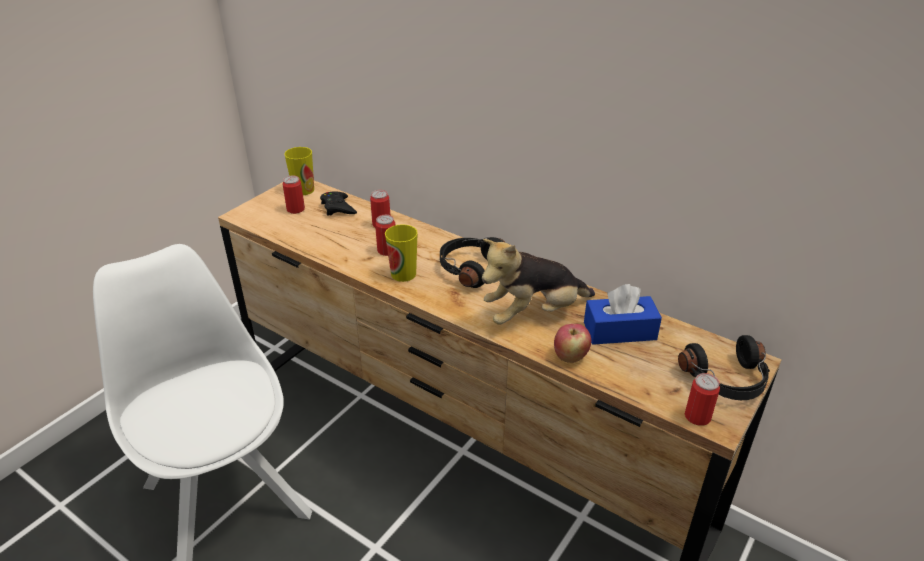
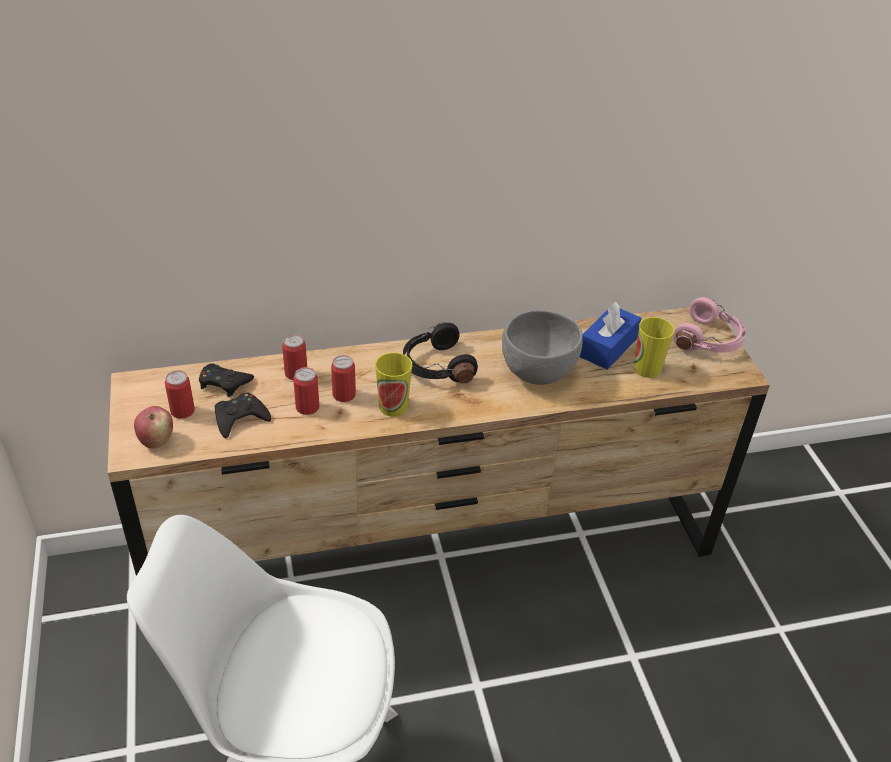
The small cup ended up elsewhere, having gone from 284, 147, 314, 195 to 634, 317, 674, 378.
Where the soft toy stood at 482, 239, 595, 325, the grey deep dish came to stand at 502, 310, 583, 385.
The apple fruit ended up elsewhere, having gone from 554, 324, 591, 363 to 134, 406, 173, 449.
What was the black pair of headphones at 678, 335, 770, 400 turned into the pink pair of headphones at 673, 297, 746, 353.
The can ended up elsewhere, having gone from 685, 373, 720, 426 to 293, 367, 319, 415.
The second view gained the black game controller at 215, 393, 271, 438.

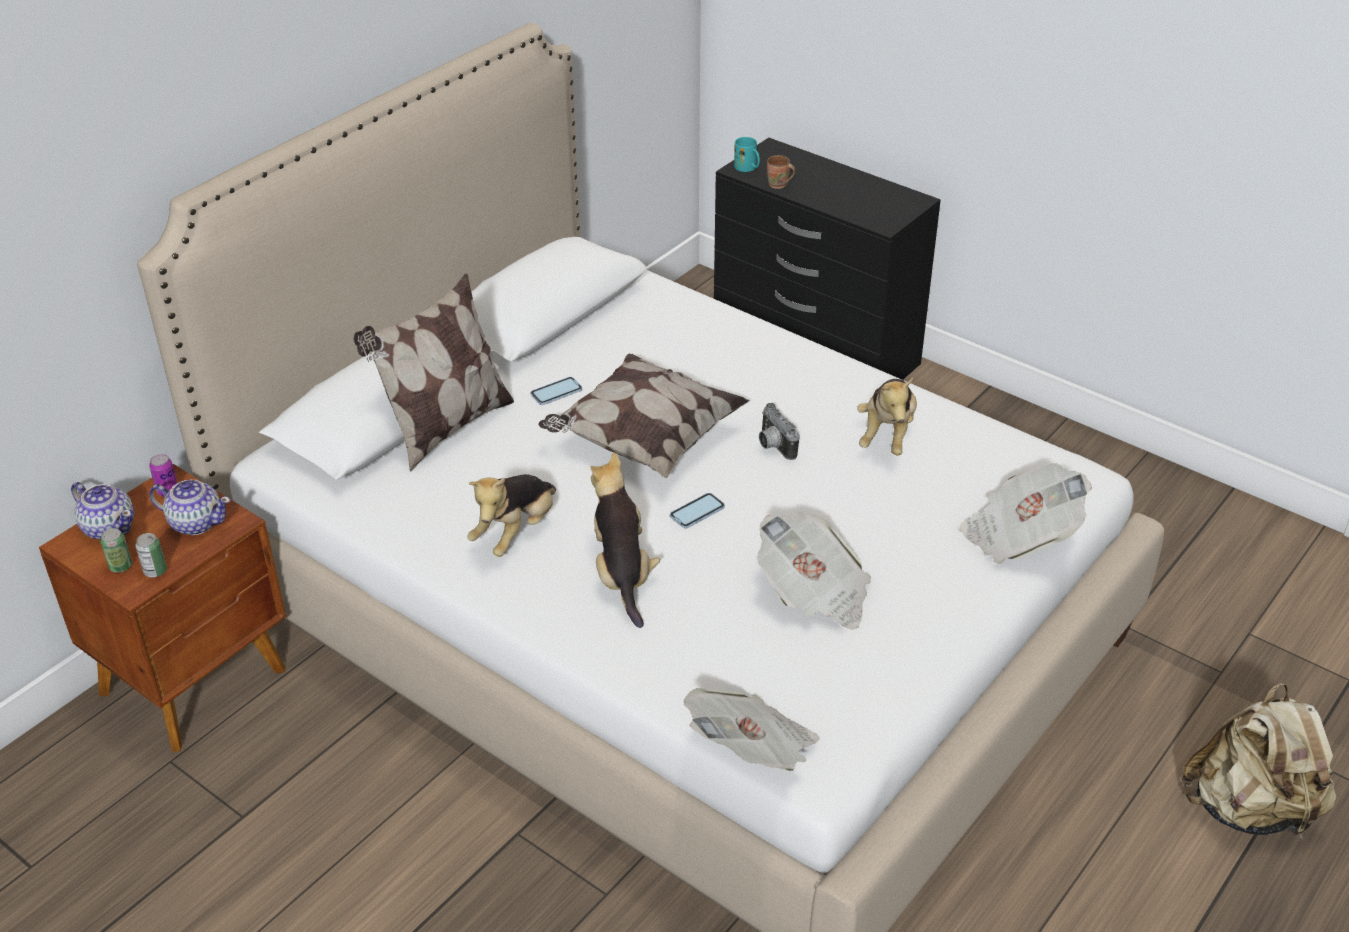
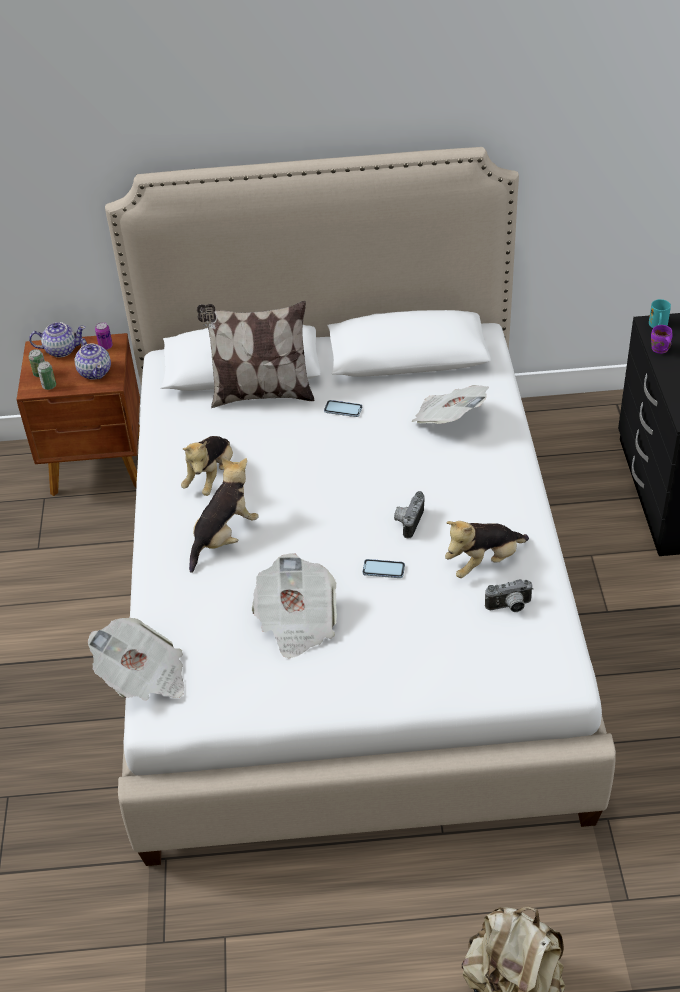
The tea pot at 71, 482, 134, 540 ended up facing another way, 90 degrees counterclockwise from before.
The soft toy at 467, 474, 556, 557 ended up facing another way, 60 degrees counterclockwise from before.
The second view lost the throw pillow at 538, 354, 749, 479.
The handset ended up elsewhere, having gone from 670, 493, 725, 528 to 362, 559, 405, 578.
What was the brown mug at 767, 155, 796, 189 turned into the purple-coloured mug at 651, 325, 672, 354.
The newspaper ended up elsewhere, having gone from 960, 463, 1092, 564 to 411, 385, 489, 424.
The second view gained the still camera at 485, 579, 533, 612.

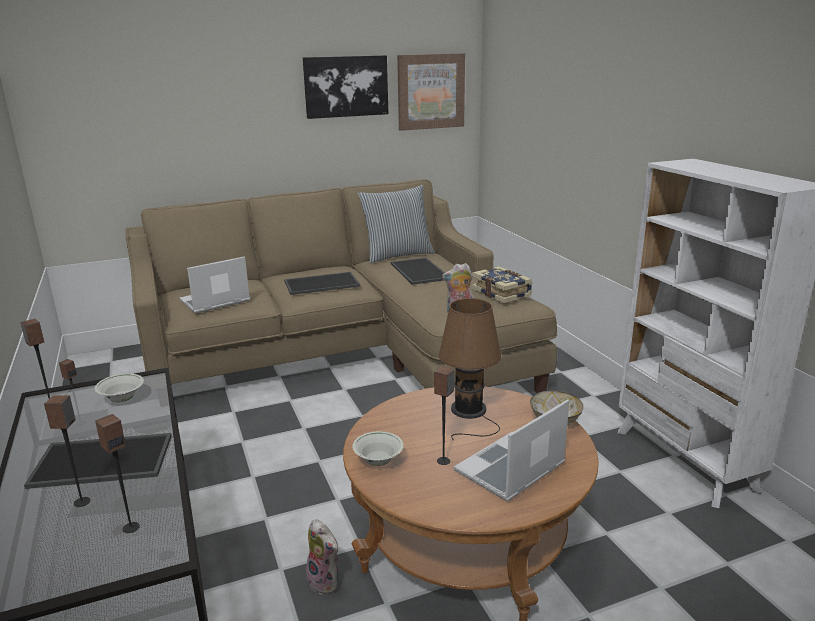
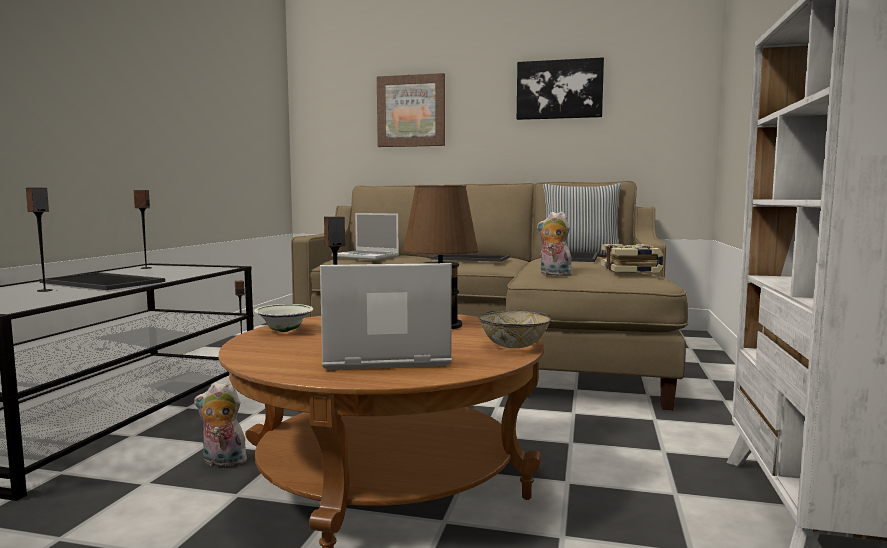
The second view lost the whitish deep dish at 94, 373, 144, 402.
The second view lost the speaker at 95, 414, 140, 533.
The notebook computer at 179, 256, 250, 313 ended up facing another way, 150 degrees counterclockwise from before.
The soft toy at 306, 519, 339, 595 ended up facing another way, 105 degrees clockwise from before.
The picture ended up elsewhere, having gone from 397, 53, 465, 131 to 377, 73, 445, 147.

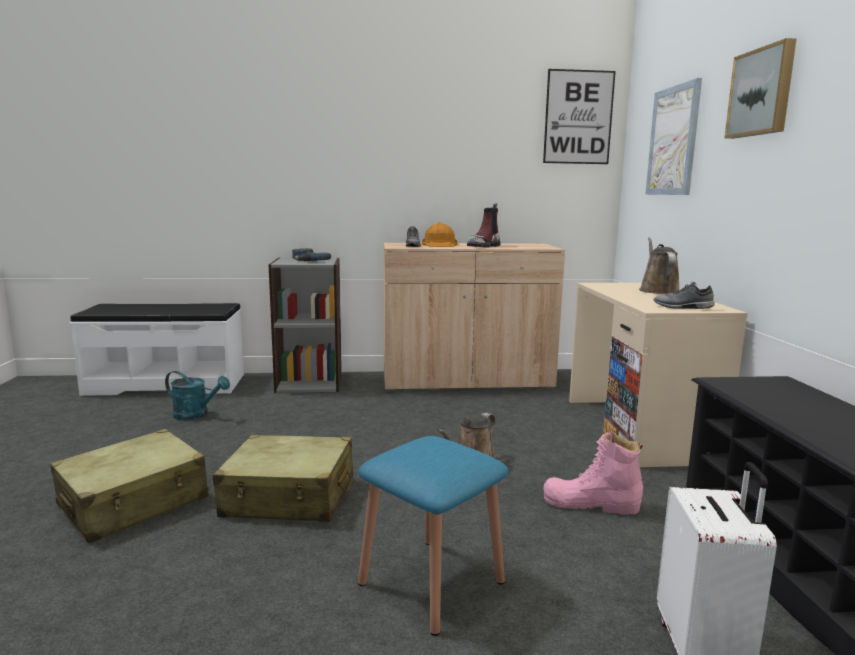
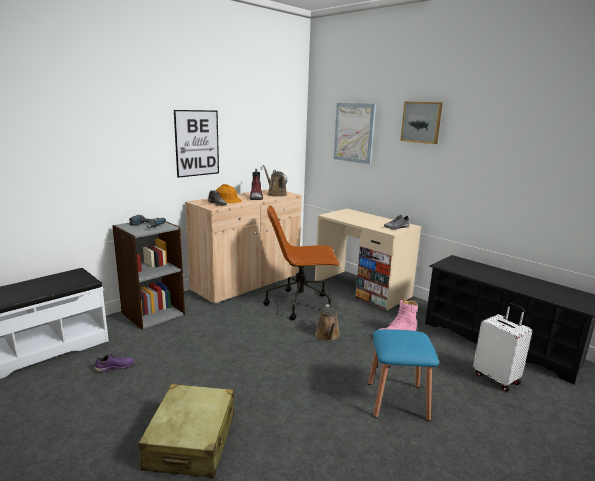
Where the blue-green watering can stood at 165, 371, 230, 420, the purple-coloured shoe came to stand at 95, 353, 135, 372.
The second view lost the beige-coloured piece of luggage at 213, 435, 353, 522.
The picture ended up elsewhere, having gone from 543, 69, 616, 164 to 174, 110, 219, 178.
The brown watering can ended up elsewhere, having gone from 639, 237, 679, 294 to 263, 165, 288, 197.
The second view gained the brown desk chair at 263, 205, 340, 320.

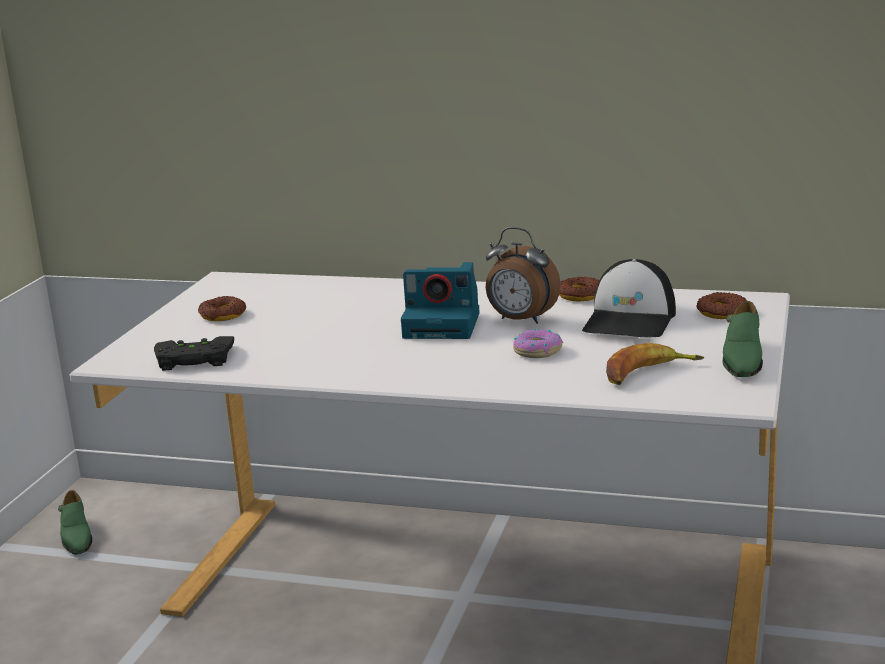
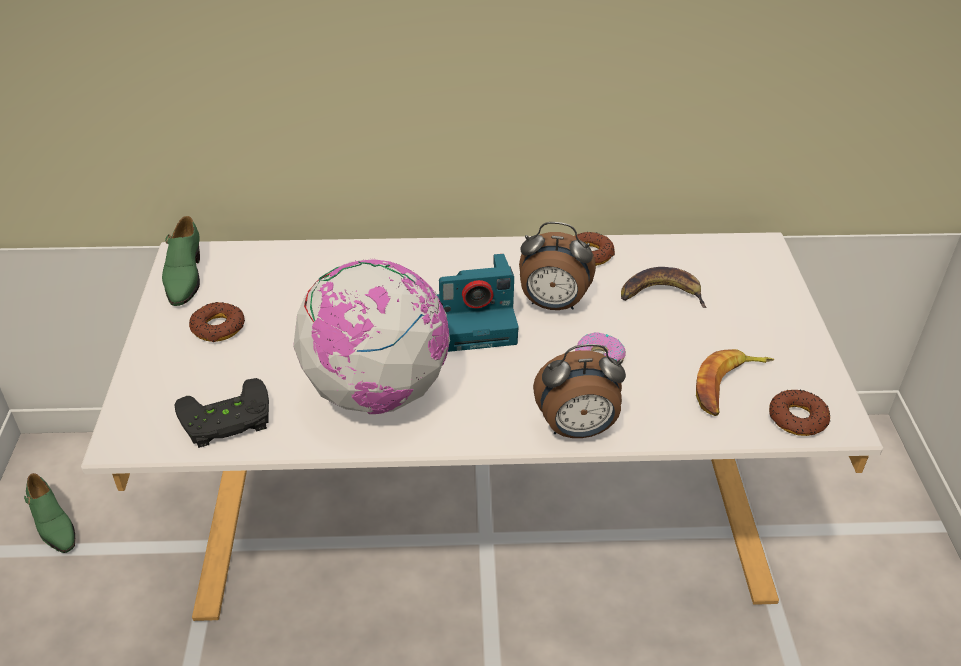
Where the peaked cap stood at 582, 259, 676, 337, the banana fruit came to stand at 621, 267, 707, 308.
The doughnut ended up elsewhere, having gone from 696, 292, 747, 319 to 769, 390, 830, 436.
The green shoe ended up elsewhere, having gone from 723, 301, 763, 377 to 162, 216, 200, 306.
The second view gained the world globe at 293, 259, 450, 414.
The second view gained the table clock at 533, 344, 626, 438.

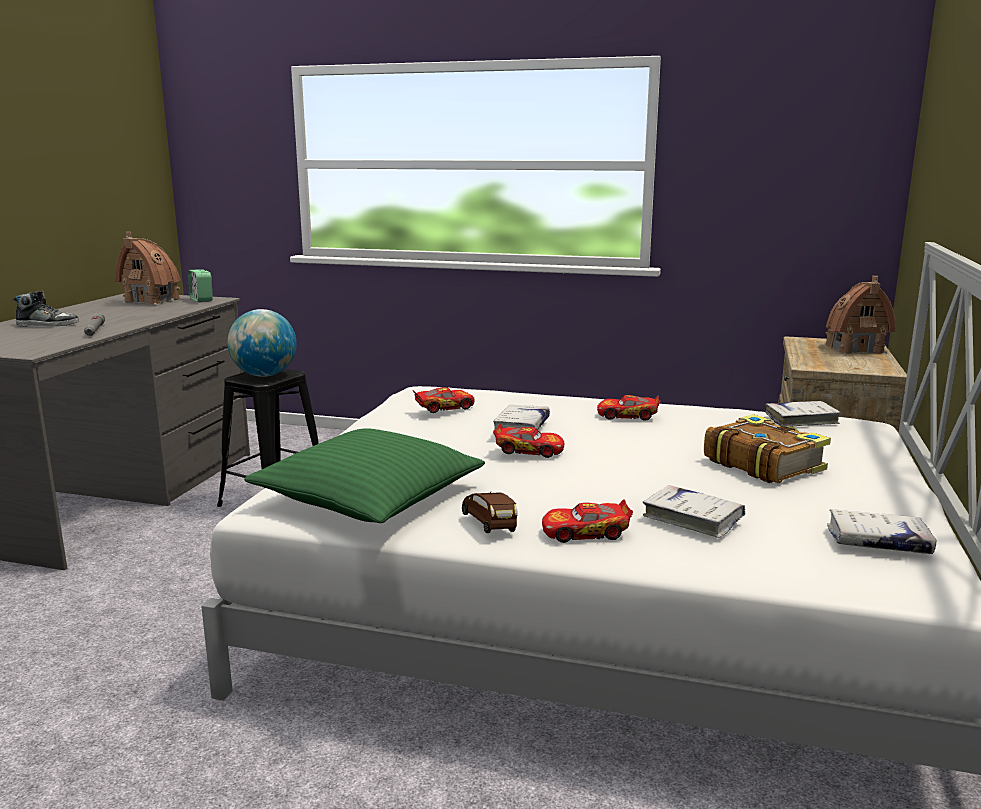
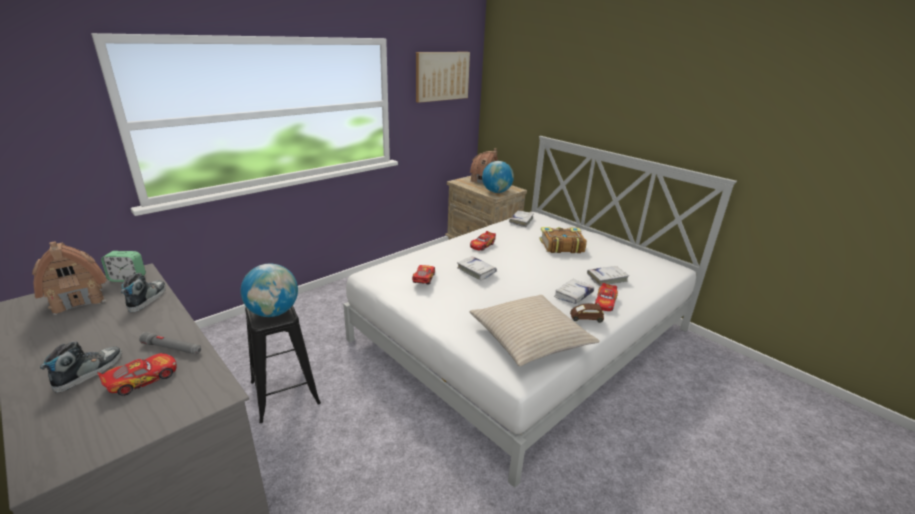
What was the green throw pillow at 244, 428, 485, 523 turned into the beige-coloured throw pillow at 470, 295, 599, 367.
The model car ended up elsewhere, having gone from 493, 424, 564, 458 to 97, 353, 177, 396.
The whitish book ended up elsewhere, having gone from 827, 509, 937, 554 to 554, 279, 594, 304.
The second view gained the shoe at 121, 273, 166, 312.
The second view gained the picture at 416, 52, 470, 103.
The second view gained the world globe at 482, 161, 514, 193.

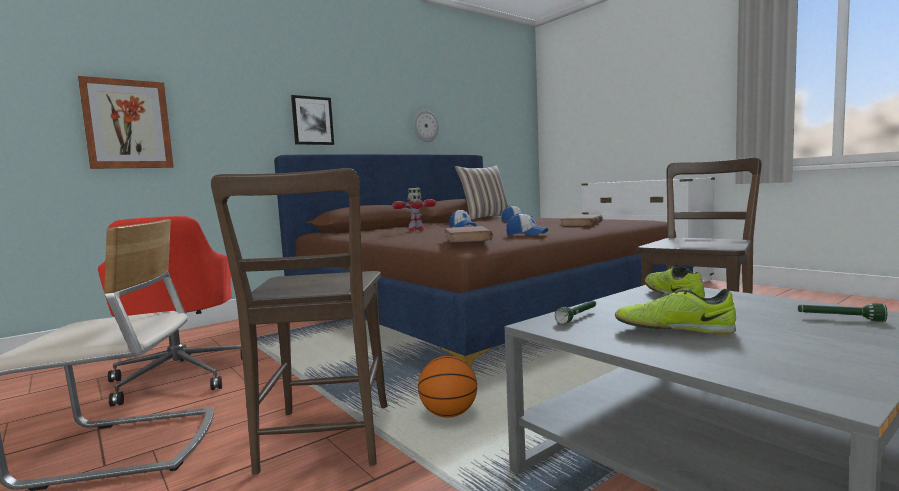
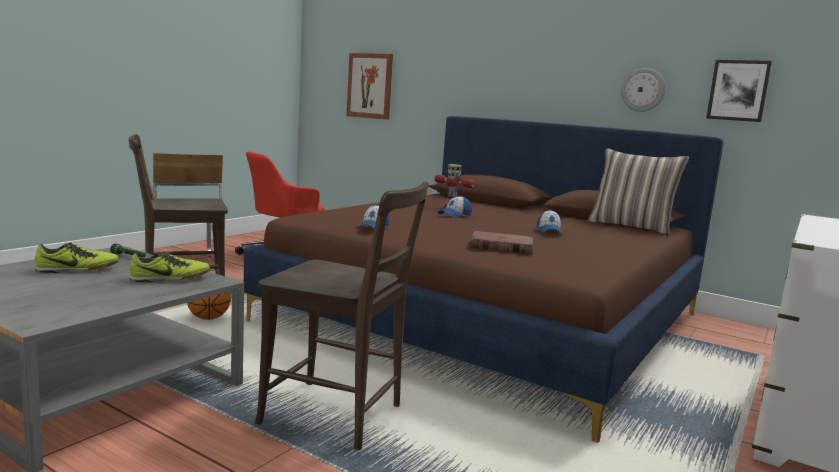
The picture ended up elsewhere, having gone from 291, 95, 334, 145 to 706, 60, 772, 122.
The second view lost the brown book at 445, 226, 493, 242.
The shoe at 615, 288, 736, 335 ended up facing another way, 75 degrees clockwise from before.
The second view lost the green hand torch at 798, 303, 887, 322.

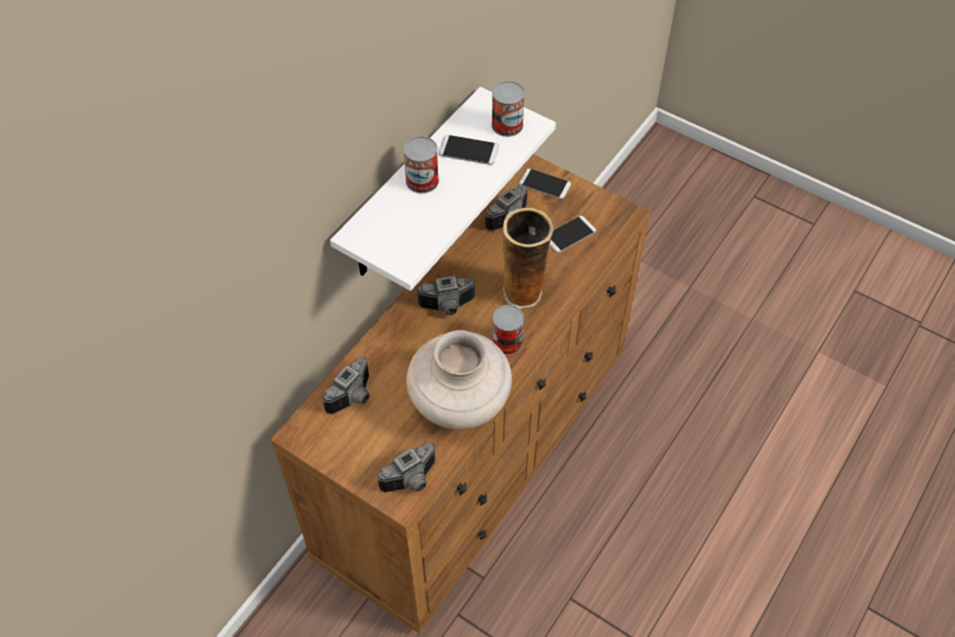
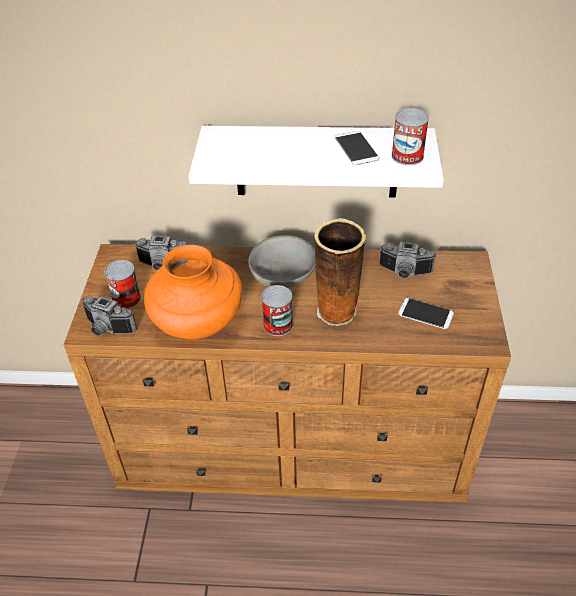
The can ended up elsewhere, having gone from 403, 136, 439, 193 to 104, 260, 141, 309.
What was the beige-coloured flower vase at 406, 330, 512, 429 turned into the orangey flower vase at 144, 245, 242, 339.
Where the still camera stood at 416, 276, 476, 315, the grey deep dish came to stand at 248, 235, 316, 288.
The second view lost the handset at 519, 168, 571, 199.

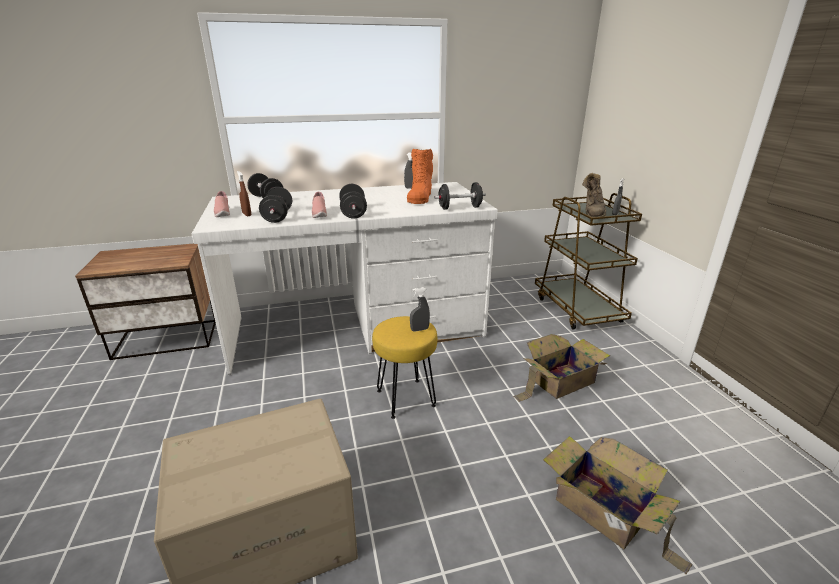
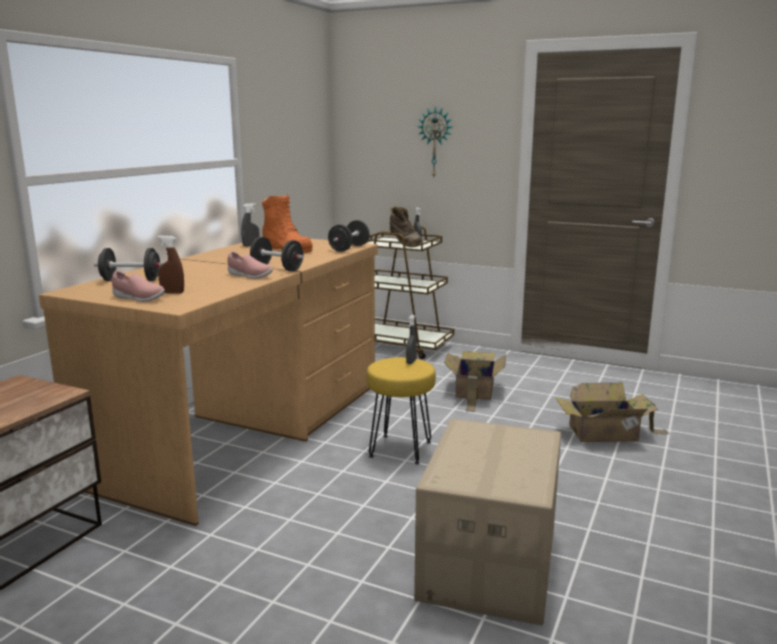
What was the whitish desk table at 192, 182, 498, 375 turned into the brown desk table at 39, 239, 378, 526.
The second view lost the black dumbbell at 259, 187, 292, 223.
The second view gained the wall clock at 417, 106, 452, 177.

